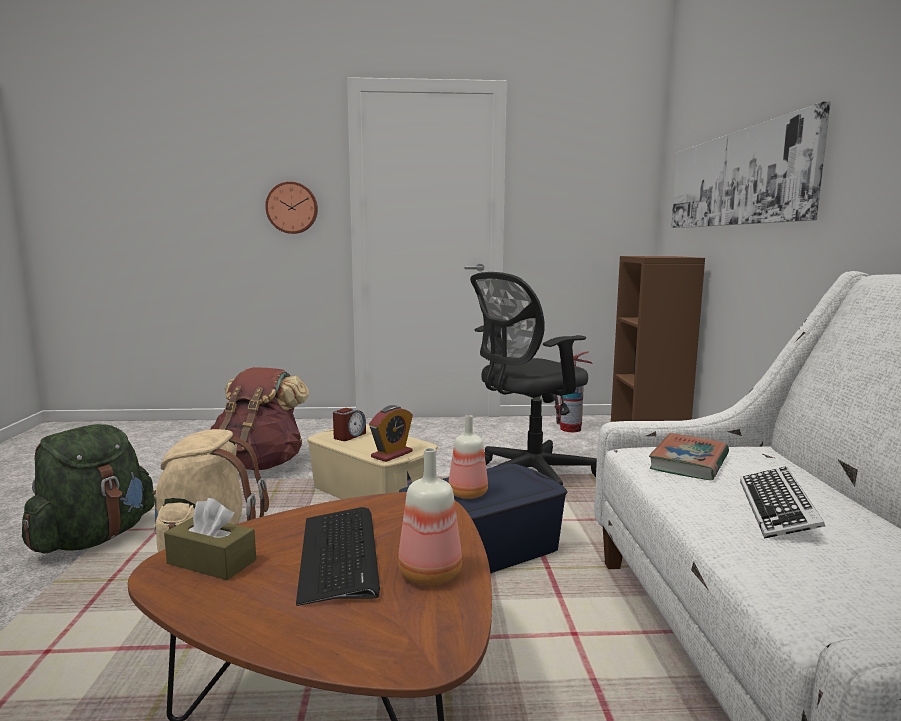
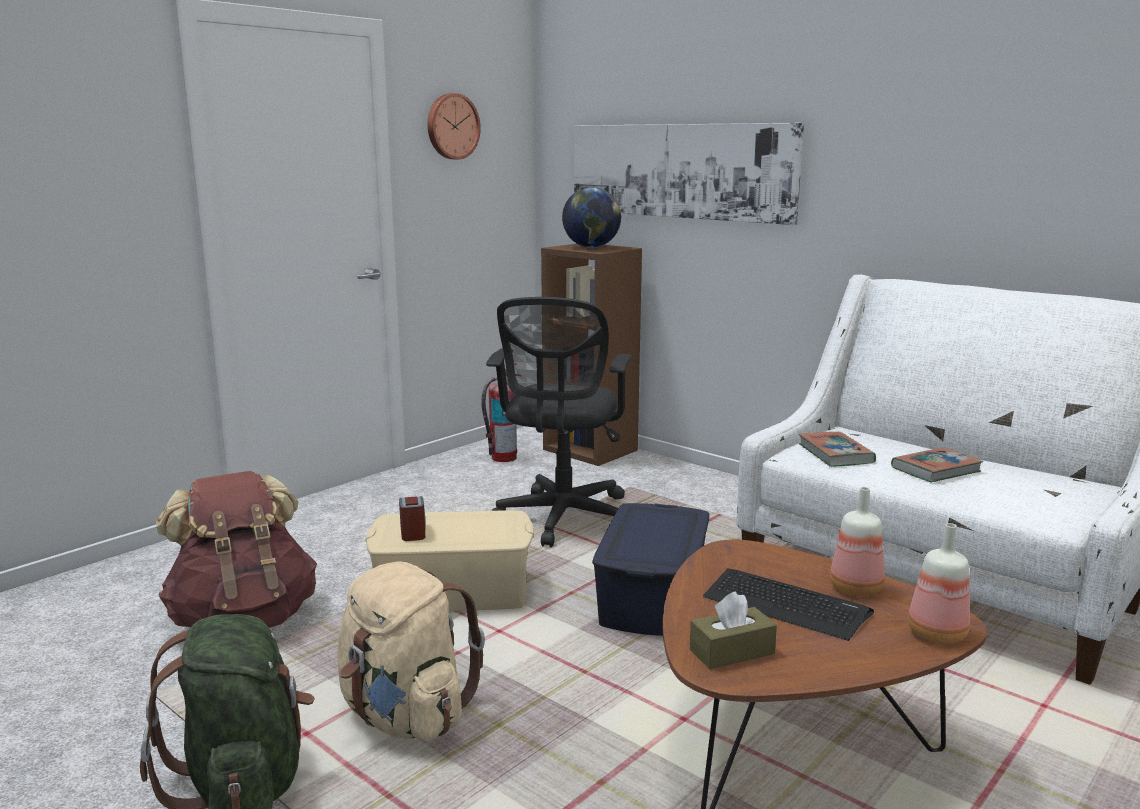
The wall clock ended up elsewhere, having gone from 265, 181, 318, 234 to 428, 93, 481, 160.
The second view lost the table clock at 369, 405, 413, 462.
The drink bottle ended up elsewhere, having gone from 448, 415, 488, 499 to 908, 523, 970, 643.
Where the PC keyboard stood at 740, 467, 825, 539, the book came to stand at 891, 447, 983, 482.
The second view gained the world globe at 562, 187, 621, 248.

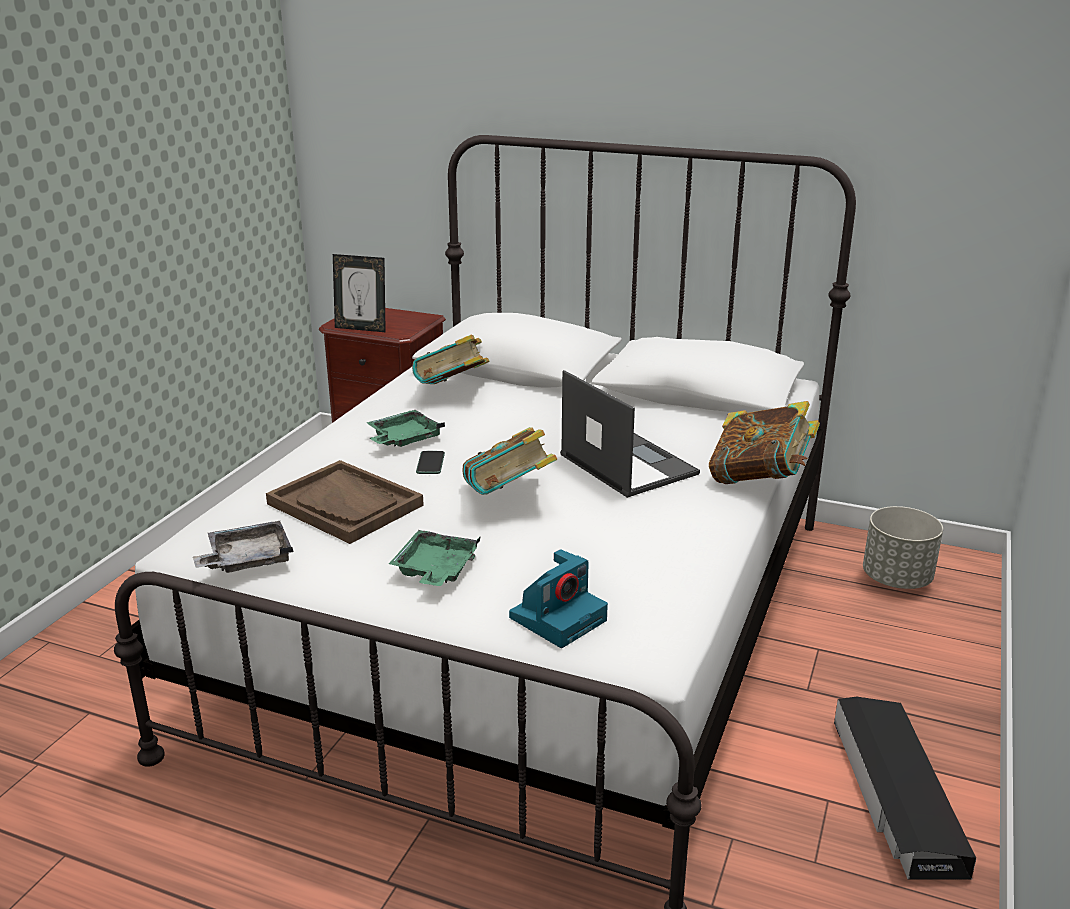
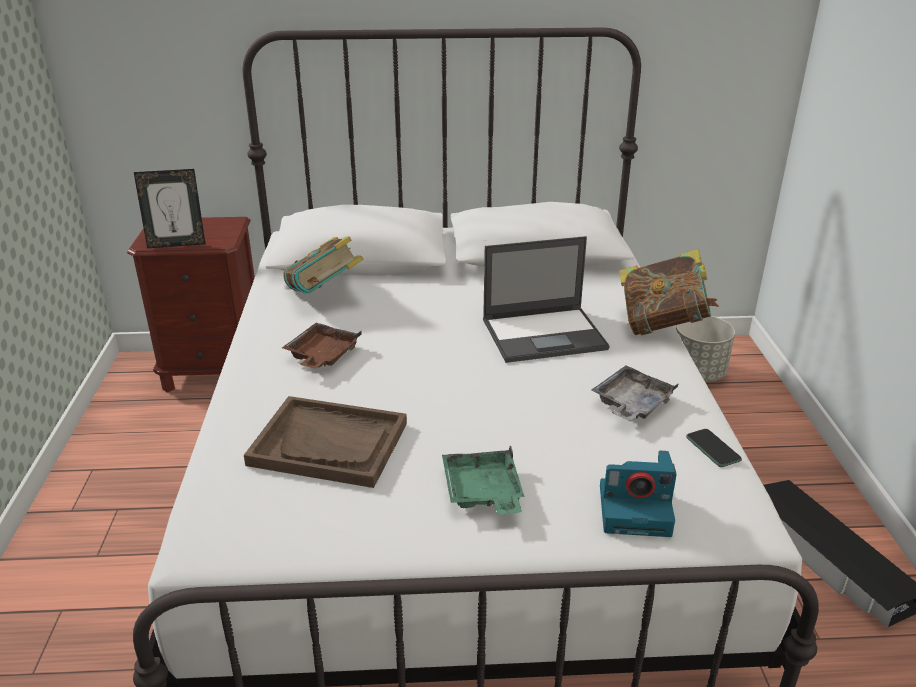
The grey serving tray ended up elsewhere, having gone from 193, 521, 294, 573 to 591, 366, 678, 421.
What was the green serving tray at 367, 410, 445, 447 turned into the brown serving tray at 282, 323, 362, 369.
The handset ended up elsewhere, having gone from 416, 451, 445, 474 to 686, 429, 742, 467.
The second view lost the book at 462, 427, 557, 495.
The still camera at 509, 549, 608, 648 ended up facing another way, 75 degrees clockwise from before.
The notebook computer at 560, 370, 700, 498 ended up facing another way, 135 degrees clockwise from before.

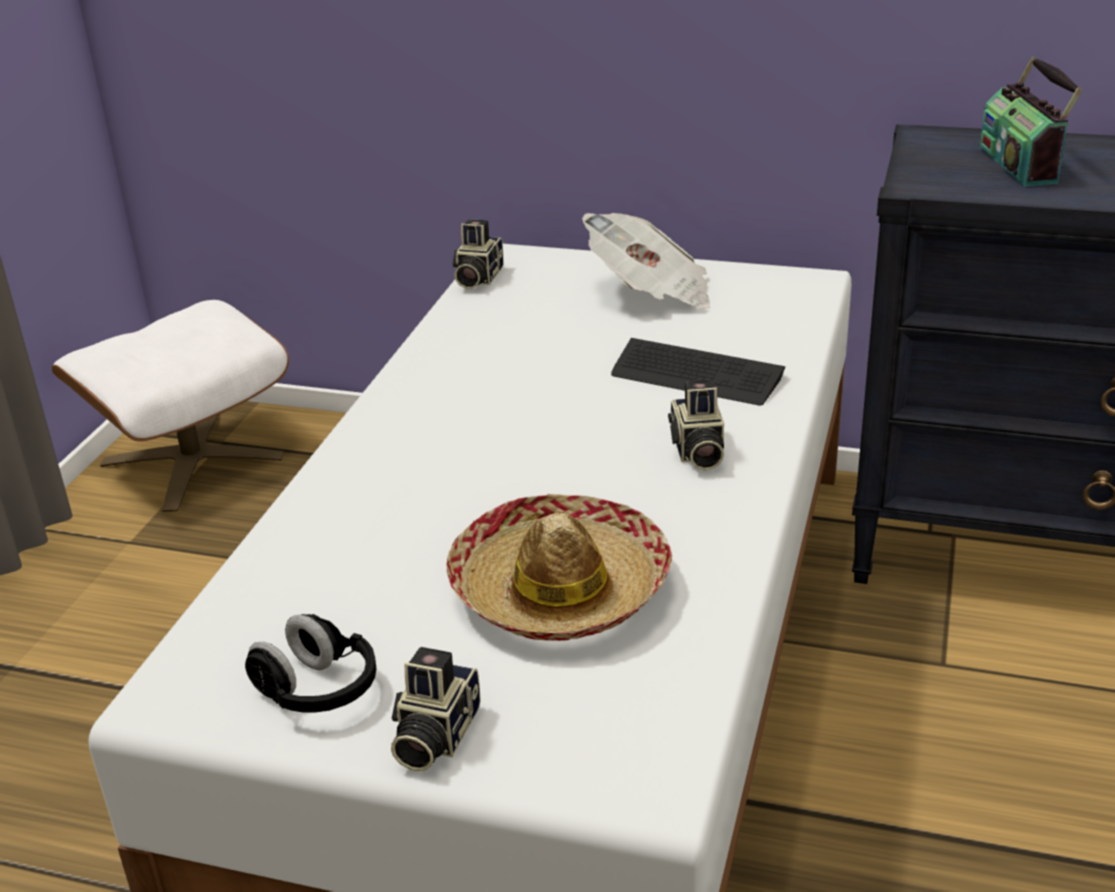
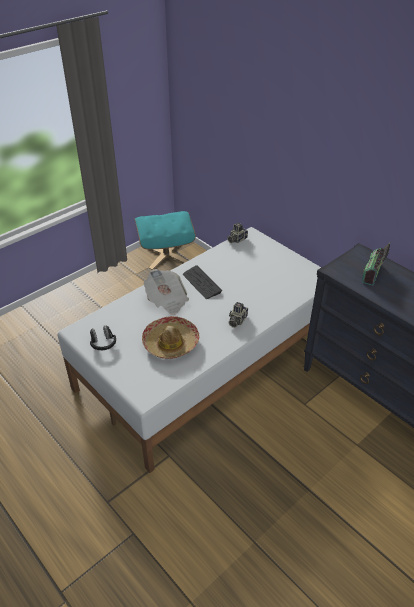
What was the whitish pouffe at 52, 300, 289, 512 turned into the blue-green pouffe at 134, 211, 196, 270.
The second view lost the still camera at 391, 647, 481, 771.
The newspaper ended up elsewhere, having gone from 582, 213, 711, 309 to 144, 269, 189, 315.
The PC keyboard ended up elsewhere, having gone from 611, 338, 786, 405 to 183, 265, 222, 299.

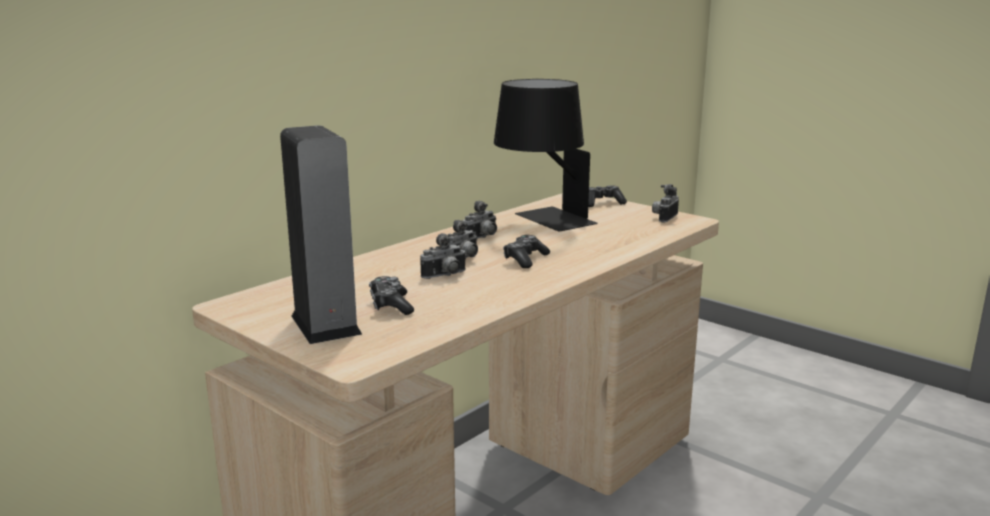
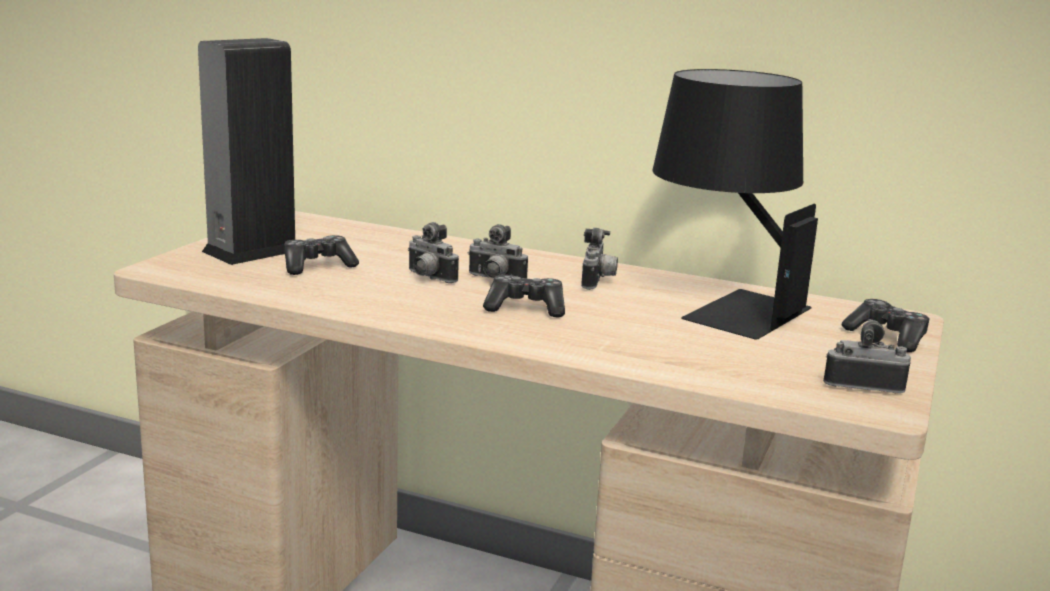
The still camera at 463, 201, 497, 238 ended up facing another way, 105 degrees counterclockwise from before.

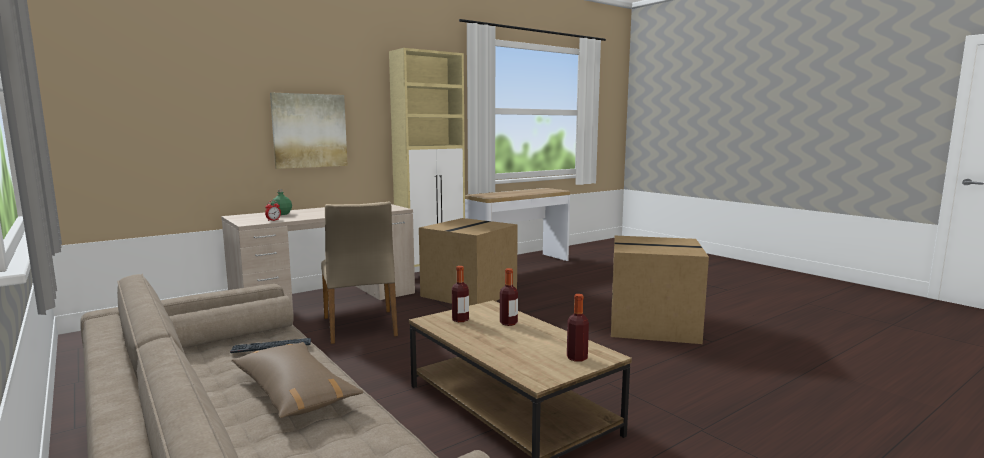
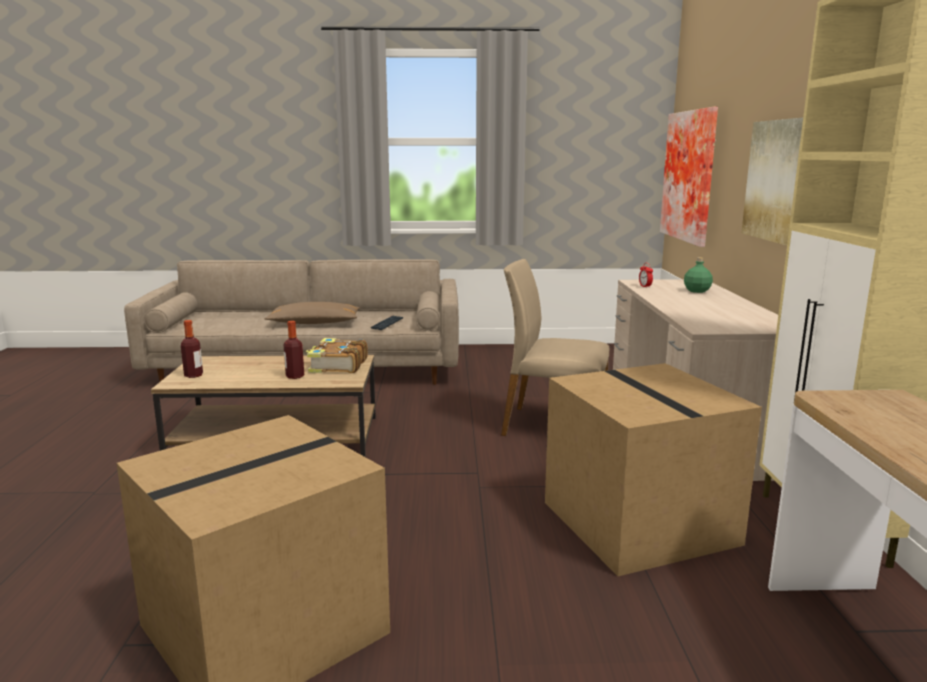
Where the drink bottle stood at 452, 266, 469, 322, the book came to stand at 306, 338, 368, 373.
The second view gained the picture at 660, 107, 718, 247.

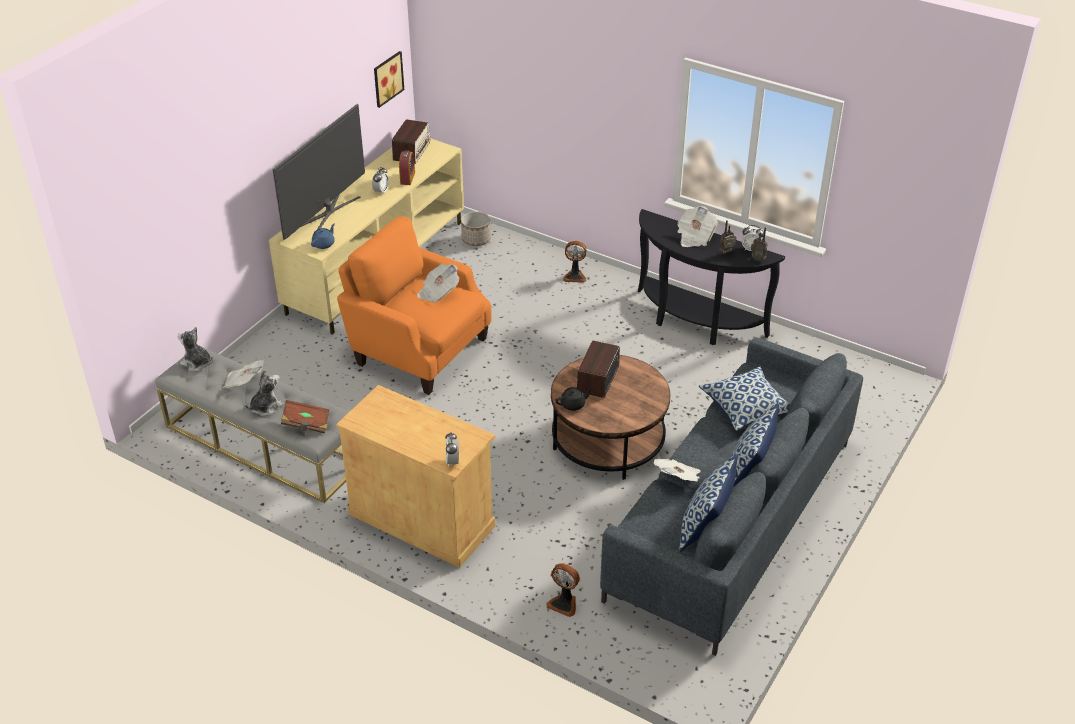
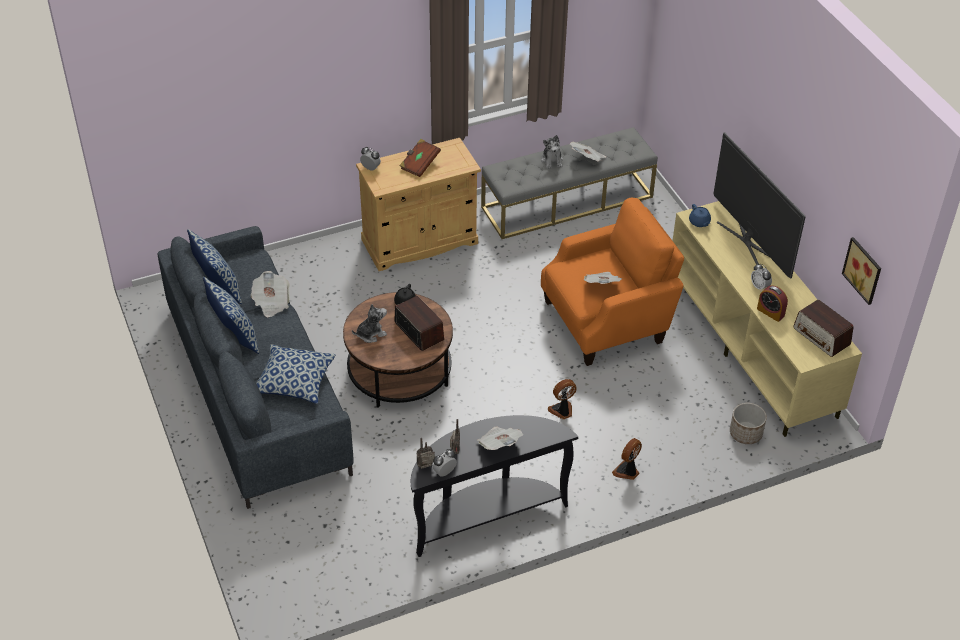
The soft toy ended up elsewhere, having gone from 178, 327, 213, 371 to 352, 304, 387, 343.
The brown book ended up elsewhere, having gone from 281, 400, 329, 434 to 399, 139, 441, 177.
The fan ended up elsewhere, having gone from 546, 563, 580, 617 to 548, 379, 577, 419.

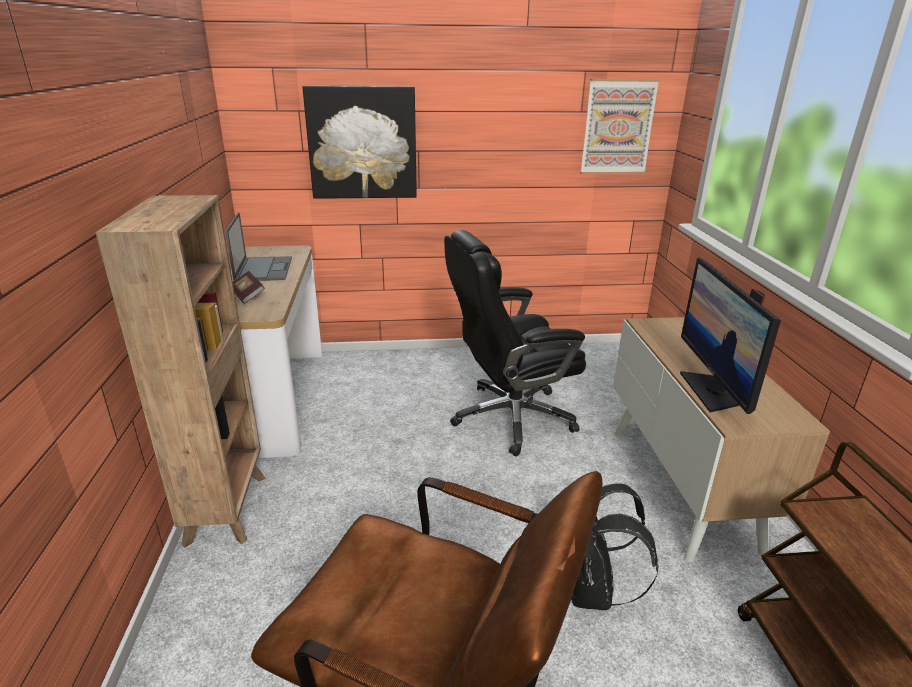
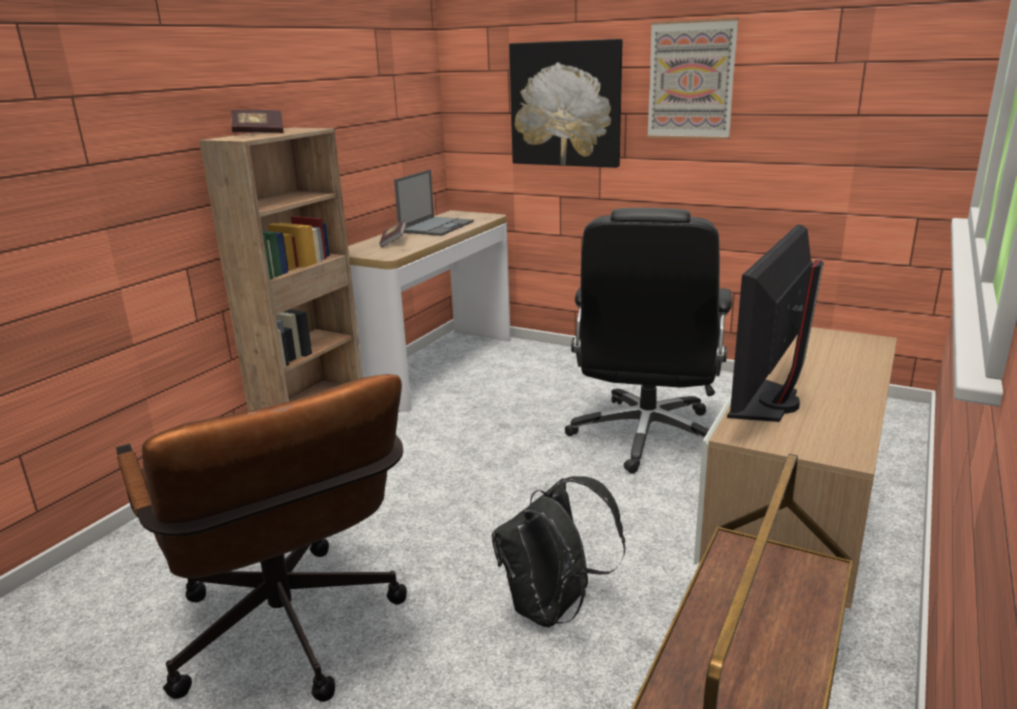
The black desk chair at 444, 230, 586, 456 ended up facing another way, 90 degrees counterclockwise from before.
The picture ended up elsewhere, having gone from 580, 79, 660, 174 to 647, 18, 738, 139.
The second view gained the book at 231, 110, 284, 133.

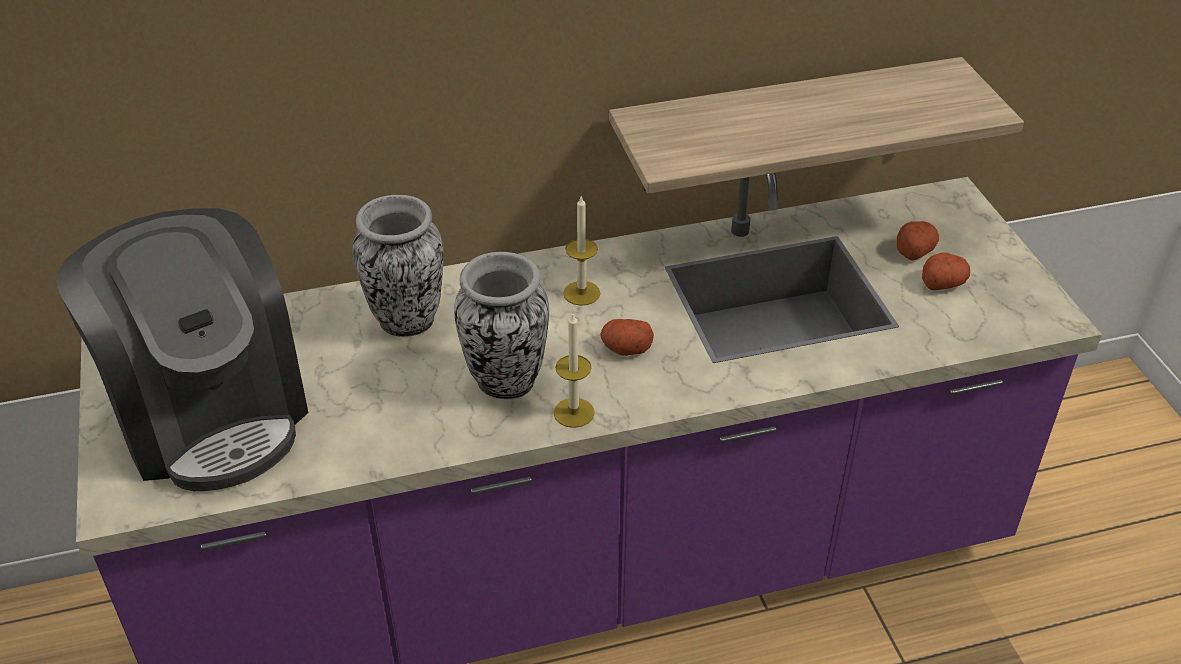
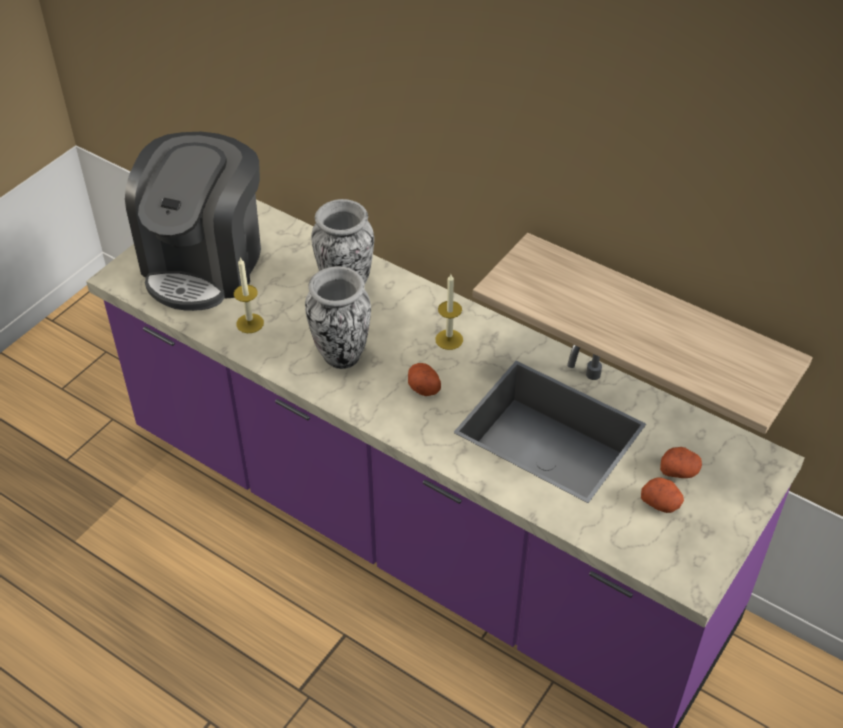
The candle ended up elsewhere, having gone from 553, 312, 595, 428 to 234, 257, 264, 333.

